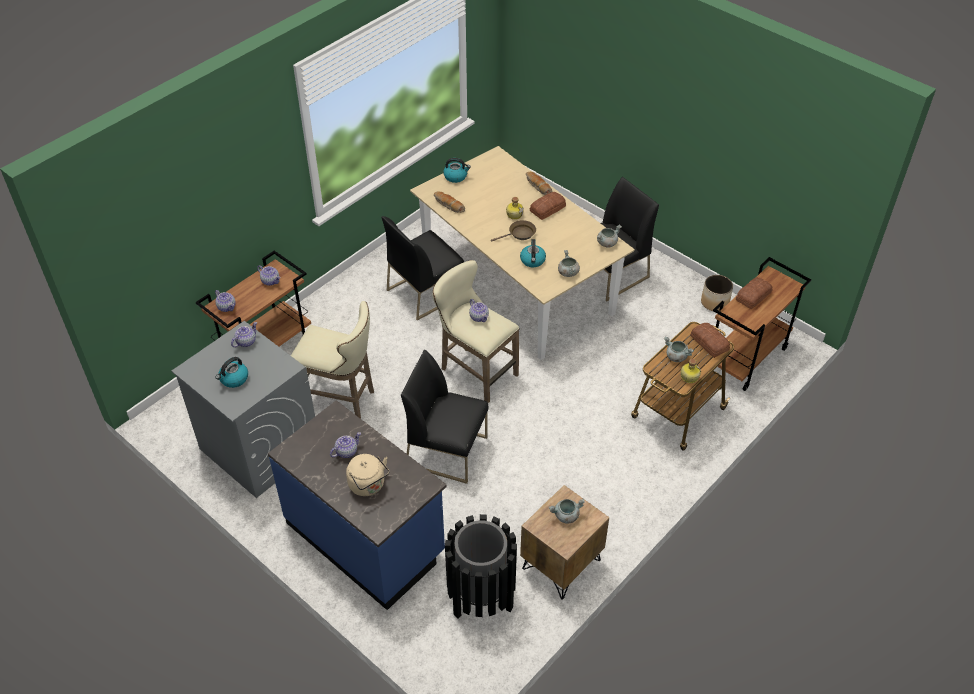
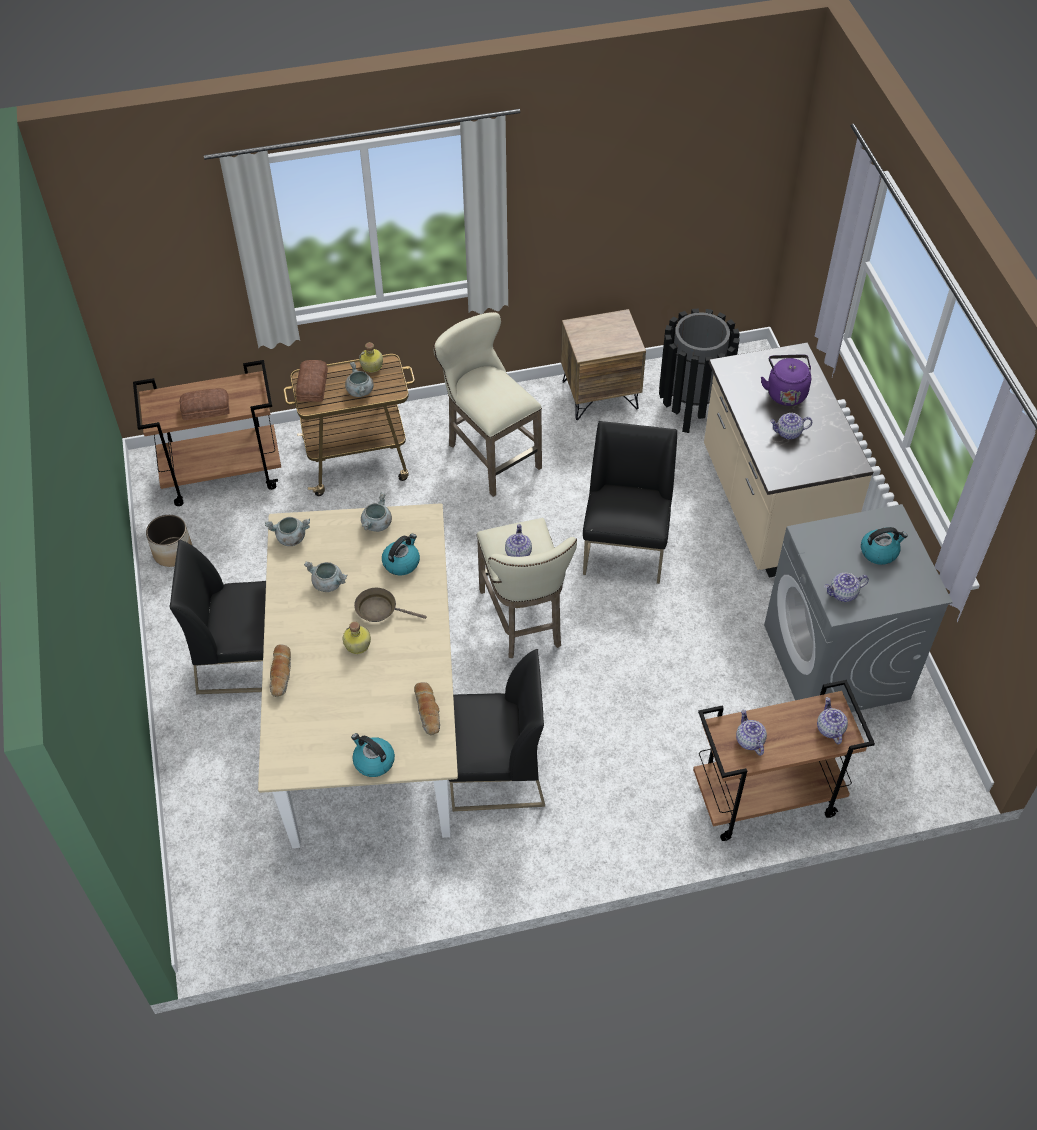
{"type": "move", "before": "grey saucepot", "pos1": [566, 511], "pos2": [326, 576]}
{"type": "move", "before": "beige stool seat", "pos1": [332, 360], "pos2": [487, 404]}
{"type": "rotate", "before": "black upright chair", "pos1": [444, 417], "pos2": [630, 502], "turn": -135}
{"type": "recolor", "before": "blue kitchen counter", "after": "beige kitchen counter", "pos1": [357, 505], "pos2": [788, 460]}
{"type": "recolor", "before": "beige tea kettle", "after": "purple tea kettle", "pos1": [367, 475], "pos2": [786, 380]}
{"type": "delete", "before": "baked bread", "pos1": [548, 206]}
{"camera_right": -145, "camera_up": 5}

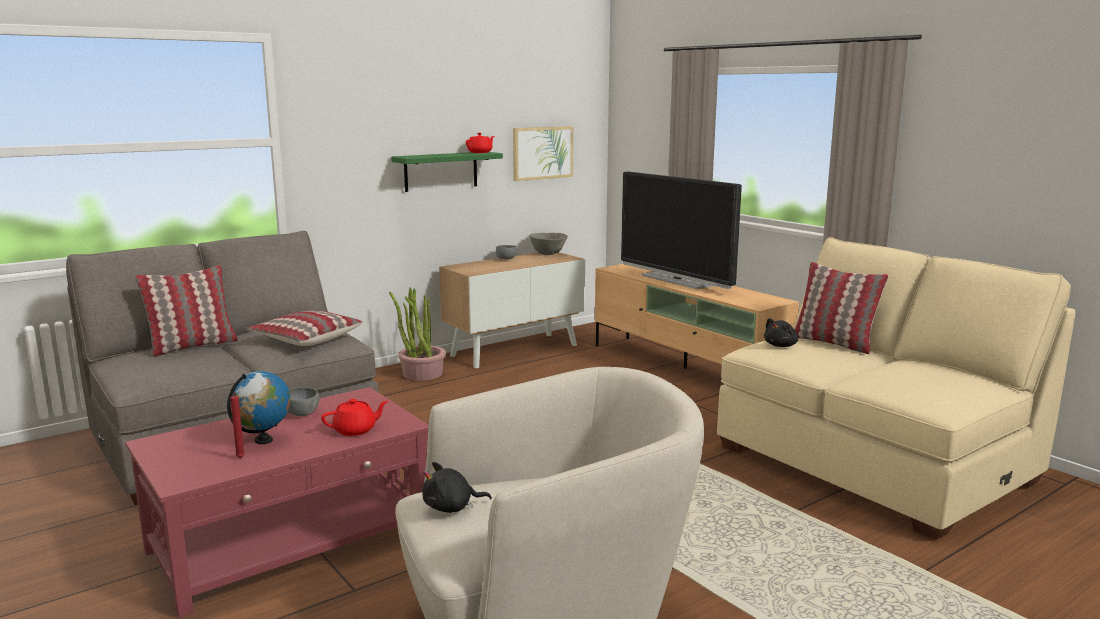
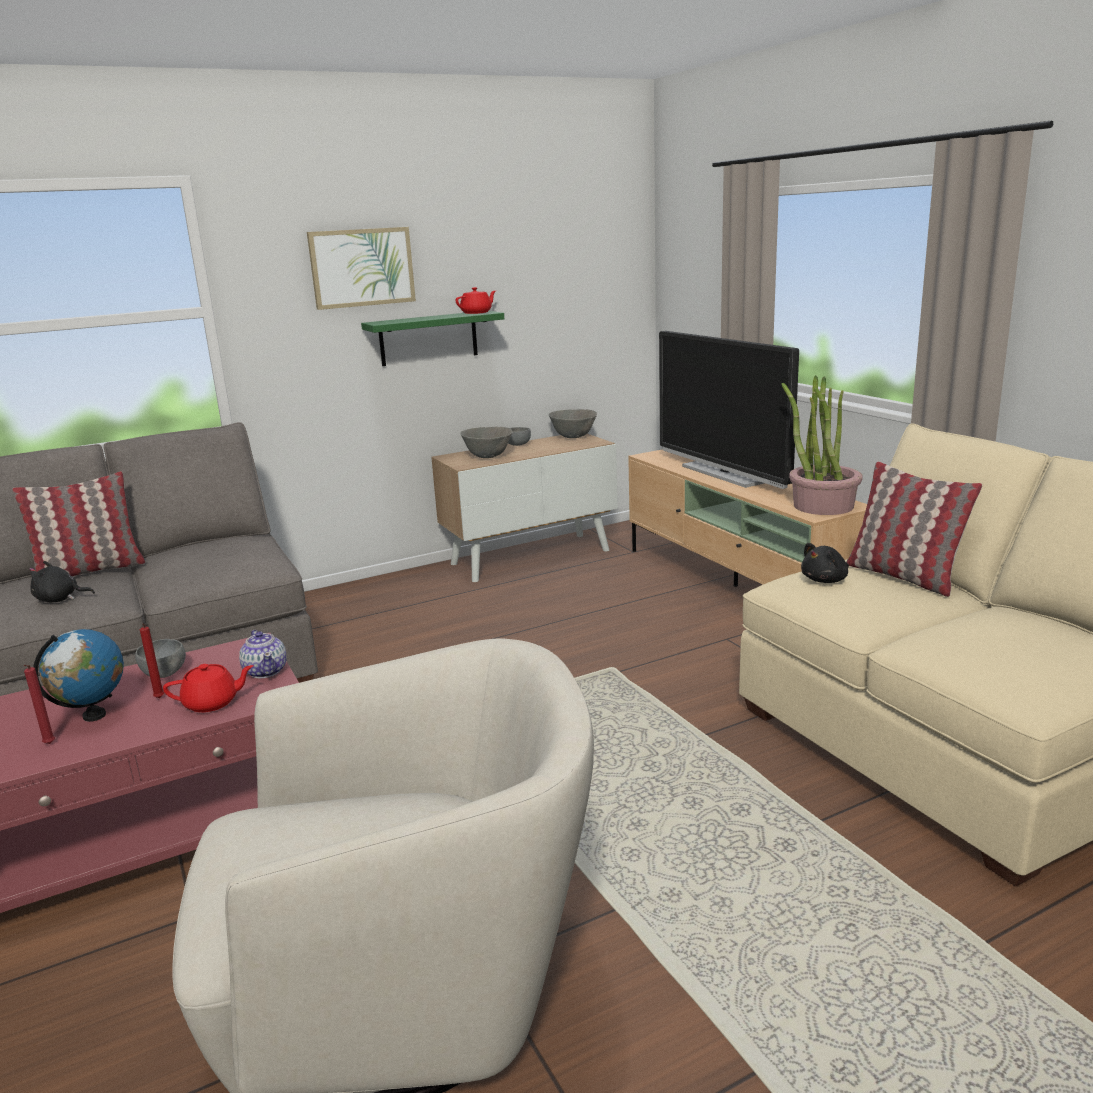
{"type": "move", "before": "black soft toy", "pos1": [457, 487], "pos2": [62, 581]}
{"type": "insert", "after": "reddish wax candle", "pos2": [152, 660]}
{"type": "insert", "after": "tea pot", "pos2": [263, 654]}
{"type": "move", "before": "wall art", "pos1": [543, 153], "pos2": [361, 268]}
{"type": "insert", "after": "grey bowl", "pos2": [486, 442]}
{"type": "move", "before": "potted plant", "pos1": [417, 334], "pos2": [822, 445]}
{"type": "delete", "before": "cushion", "pos1": [304, 328]}
{"camera_right": 10, "camera_up": 5}

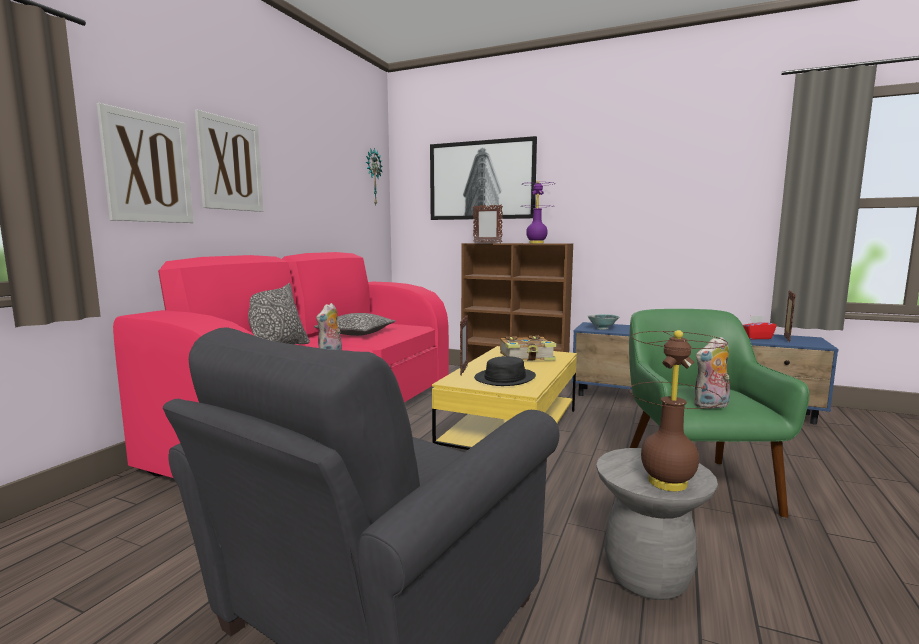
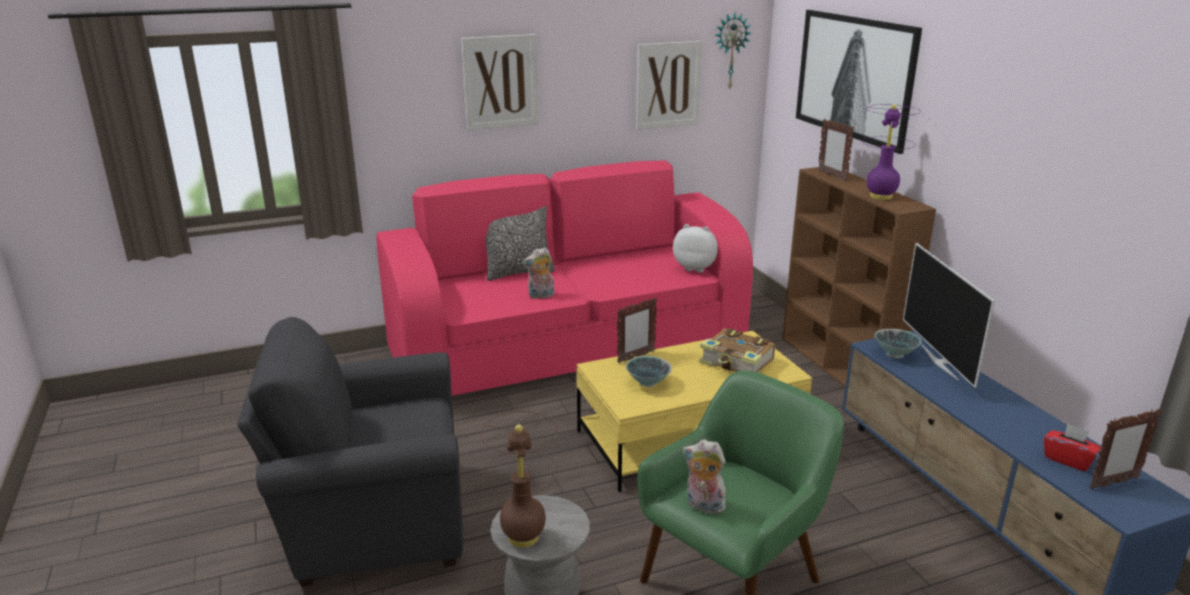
{"type": "replace", "before": "black wearable hat", "after": "bowl", "pos1": [505, 371], "pos2": [649, 371]}
{"type": "move", "before": "wall art", "pos1": [145, 163], "pos2": [669, 85]}
{"type": "insert", "after": "soft toy", "pos2": [695, 248]}
{"type": "insert", "after": "television", "pos2": [949, 315]}
{"type": "delete", "before": "cushion", "pos1": [355, 324]}
{"camera_right": 45, "camera_up": 15}

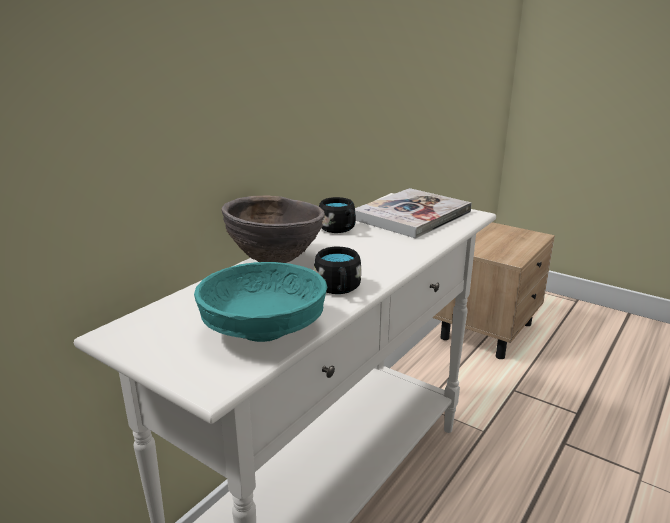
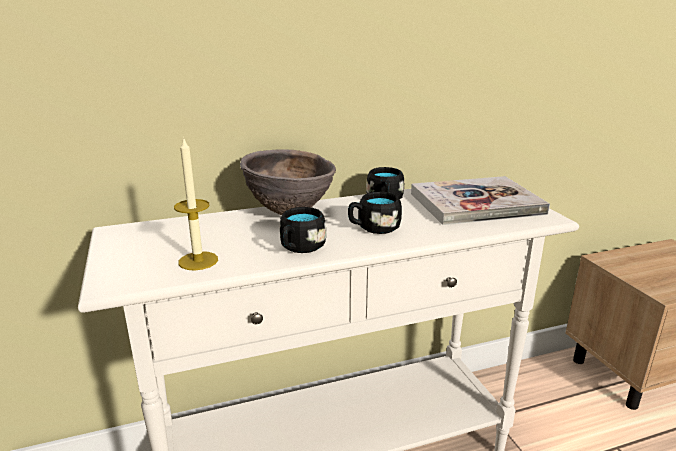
{"type": "replace", "before": "turquoise bowl", "after": "wax candle", "pos1": [260, 302], "pos2": [196, 203]}
{"type": "insert", "after": "black coffee mug", "pos2": [375, 213]}
{"camera_right": 35, "camera_up": 0}

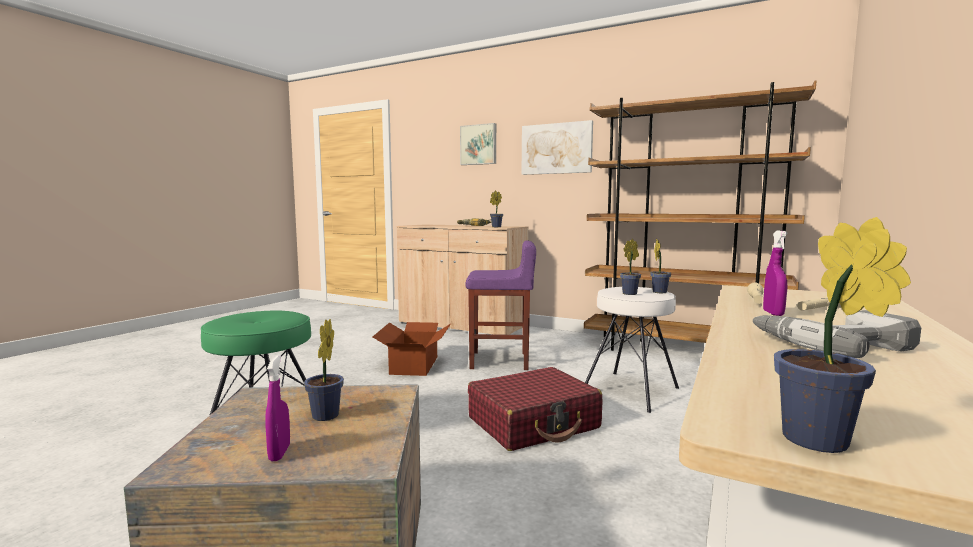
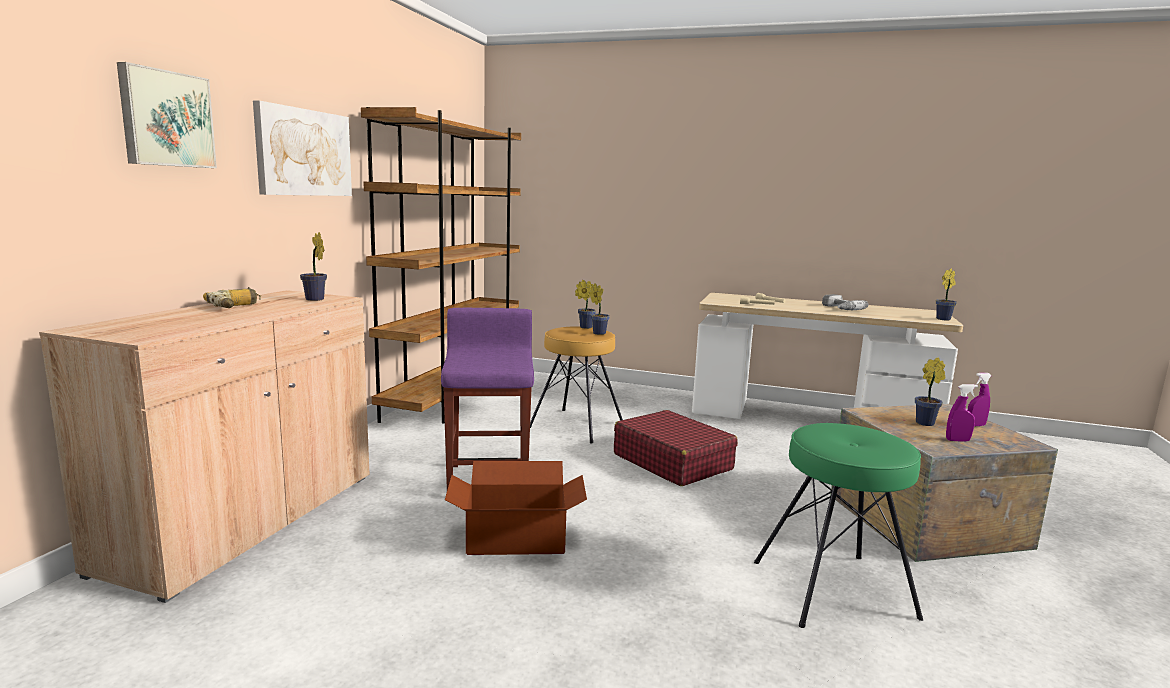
{"type": "recolor", "before": "white-coloured stool seat", "after": "brown-coloured stool seat", "pos1": [632, 350], "pos2": [576, 385]}
{"type": "move", "before": "purple spray bottle", "pos1": [775, 273], "pos2": [962, 413]}
{"camera_right": -100, "camera_up": 5}

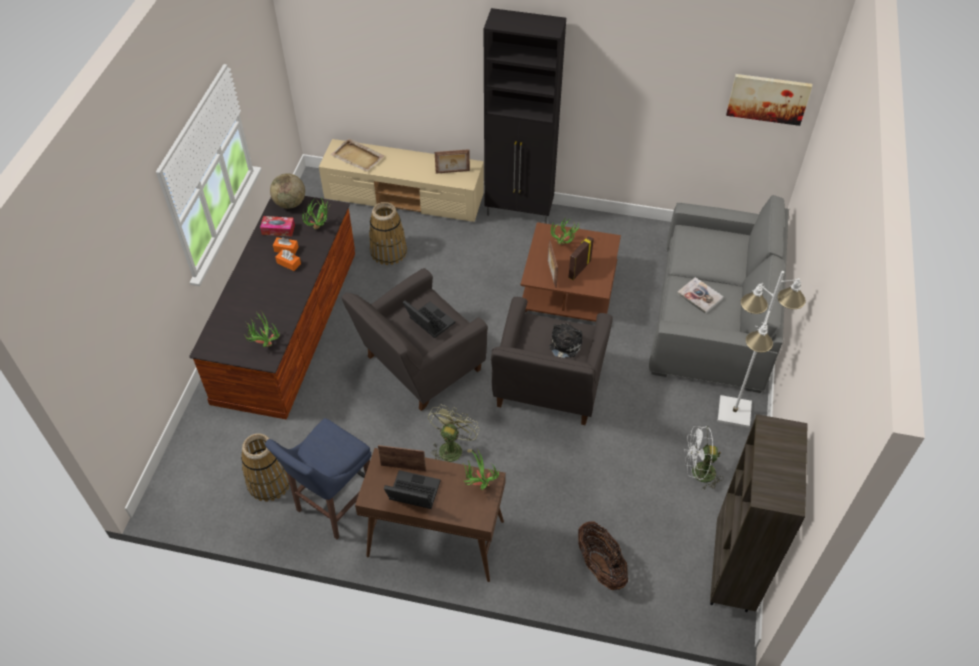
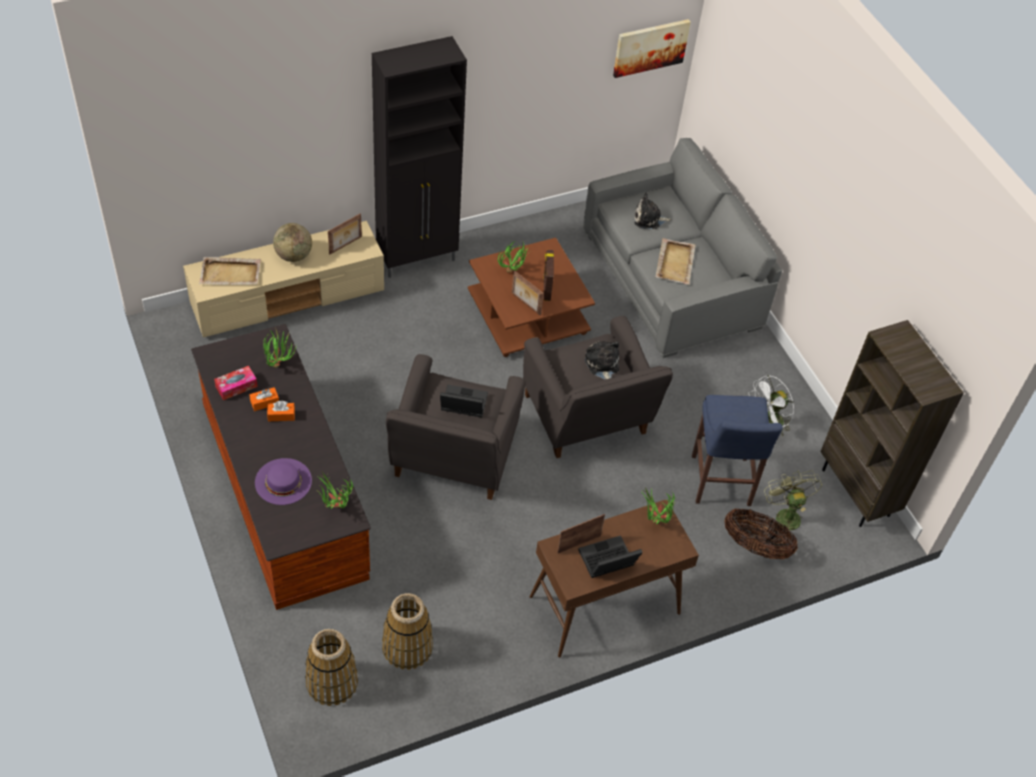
{"type": "insert", "after": "purple wearable hat", "pos2": [283, 481]}
{"type": "move", "before": "globe", "pos1": [287, 191], "pos2": [292, 242]}
{"type": "move", "before": "basket", "pos1": [388, 233], "pos2": [331, 667]}
{"type": "insert", "after": "soft toy", "pos2": [653, 210]}
{"type": "replace", "before": "bound book", "after": "beige carrying tray", "pos1": [700, 295], "pos2": [675, 261]}
{"type": "move", "before": "blue stool seat", "pos1": [318, 478], "pos2": [737, 450]}
{"type": "move", "before": "green-coloured cooling fan", "pos1": [453, 433], "pos2": [793, 500]}
{"type": "delete", "before": "white-coloured standing lamp", "pos1": [761, 349]}
{"camera_right": -40, "camera_up": 0}

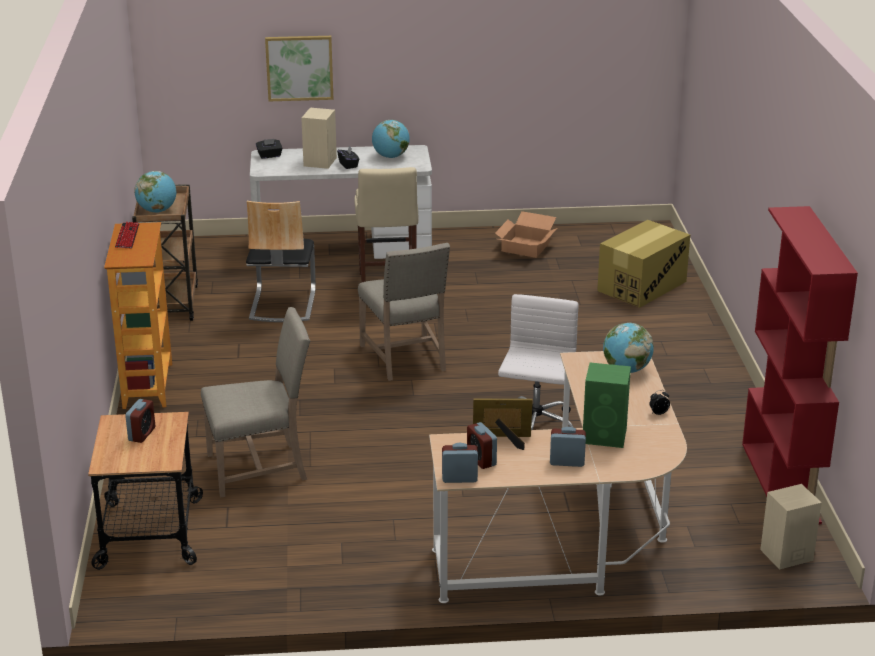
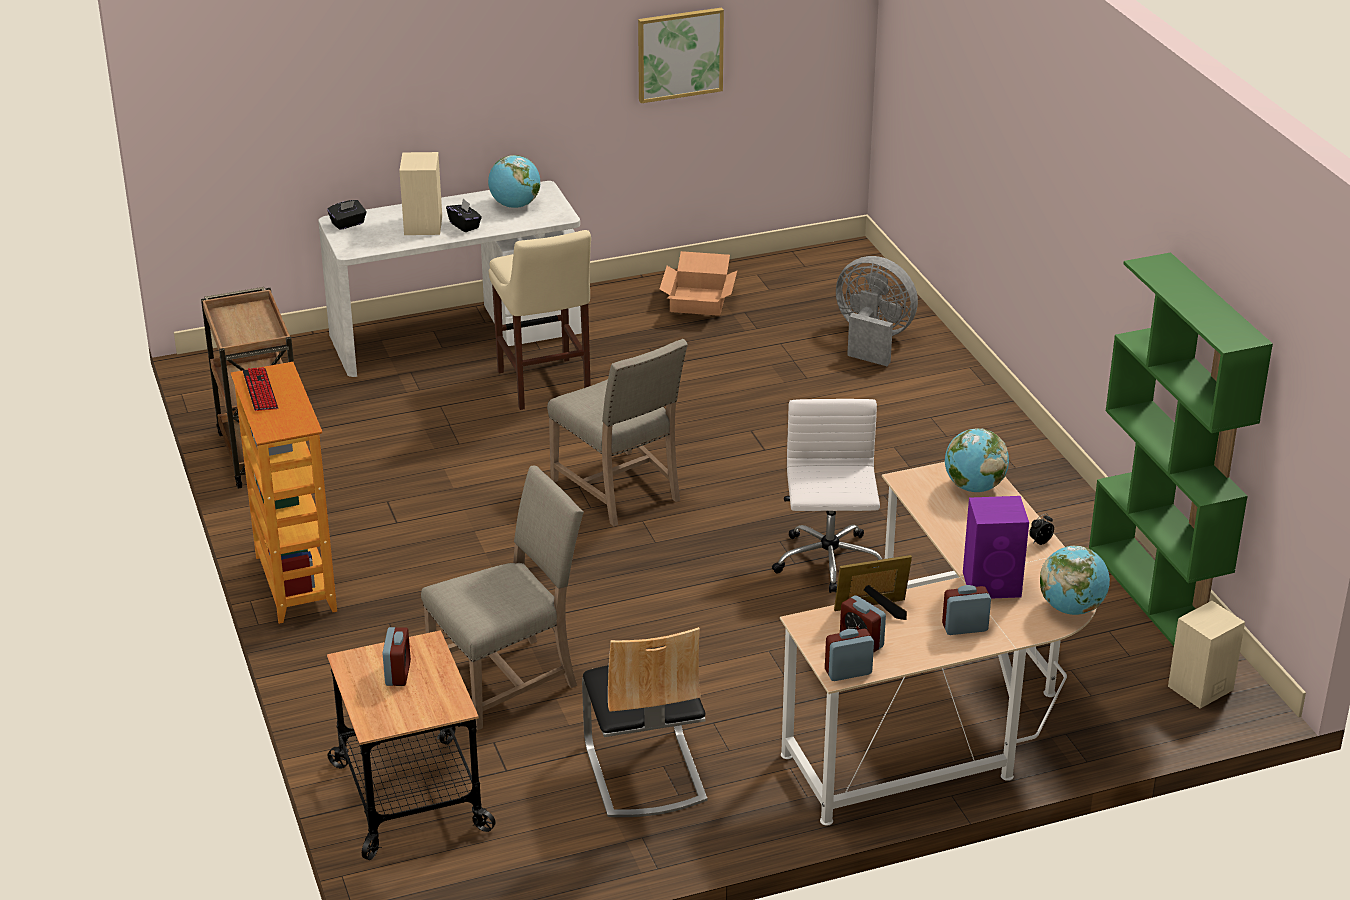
{"type": "move", "before": "upright chair", "pos1": [281, 261], "pos2": [644, 722]}
{"type": "move", "before": "wall art", "pos1": [299, 68], "pos2": [681, 55]}
{"type": "replace", "before": "cardboard box", "after": "grey cooling fan", "pos1": [643, 264], "pos2": [877, 311]}
{"type": "recolor", "before": "green-coloured speaker", "after": "purple speaker", "pos1": [607, 405], "pos2": [996, 547]}
{"type": "move", "before": "globe", "pos1": [155, 192], "pos2": [1075, 580]}
{"type": "recolor", "before": "reddish bookshelf", "after": "green-coloured bookshelf", "pos1": [800, 365], "pos2": [1181, 449]}
{"camera_right": -15, "camera_up": 5}

